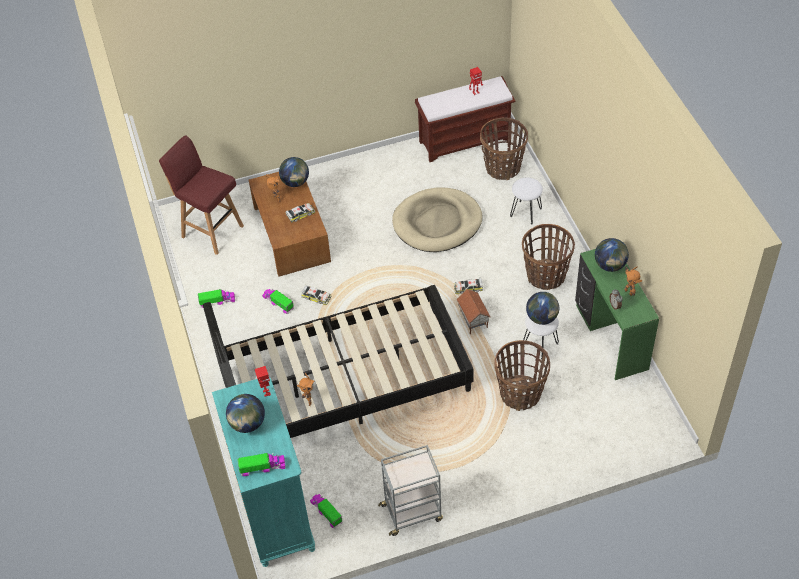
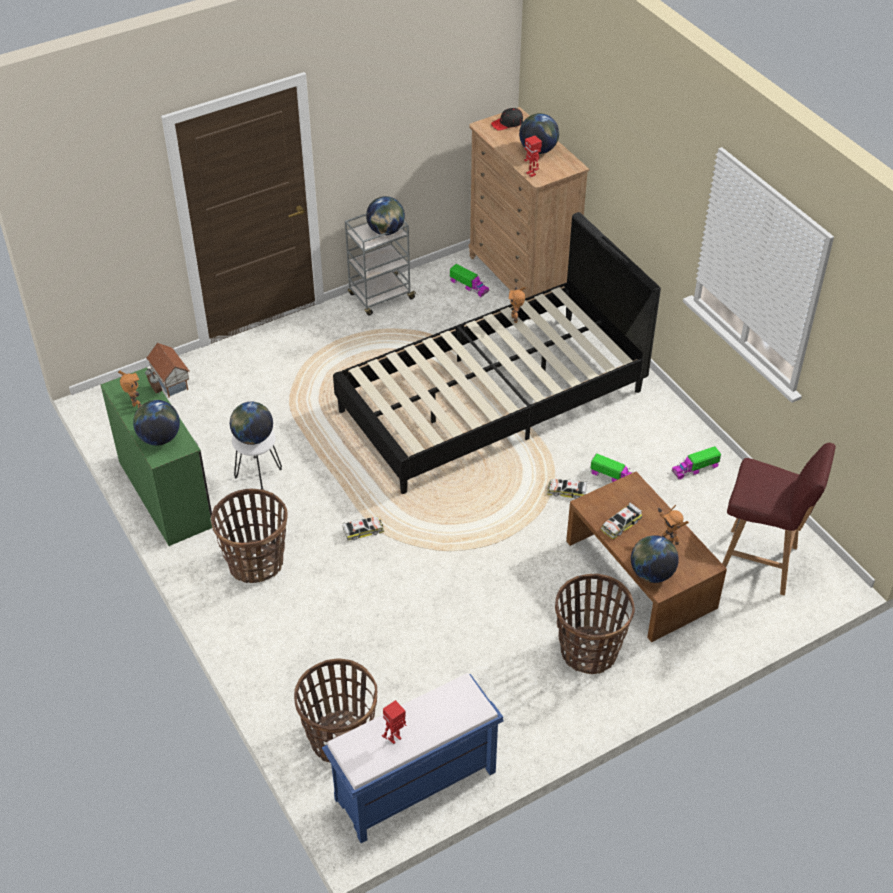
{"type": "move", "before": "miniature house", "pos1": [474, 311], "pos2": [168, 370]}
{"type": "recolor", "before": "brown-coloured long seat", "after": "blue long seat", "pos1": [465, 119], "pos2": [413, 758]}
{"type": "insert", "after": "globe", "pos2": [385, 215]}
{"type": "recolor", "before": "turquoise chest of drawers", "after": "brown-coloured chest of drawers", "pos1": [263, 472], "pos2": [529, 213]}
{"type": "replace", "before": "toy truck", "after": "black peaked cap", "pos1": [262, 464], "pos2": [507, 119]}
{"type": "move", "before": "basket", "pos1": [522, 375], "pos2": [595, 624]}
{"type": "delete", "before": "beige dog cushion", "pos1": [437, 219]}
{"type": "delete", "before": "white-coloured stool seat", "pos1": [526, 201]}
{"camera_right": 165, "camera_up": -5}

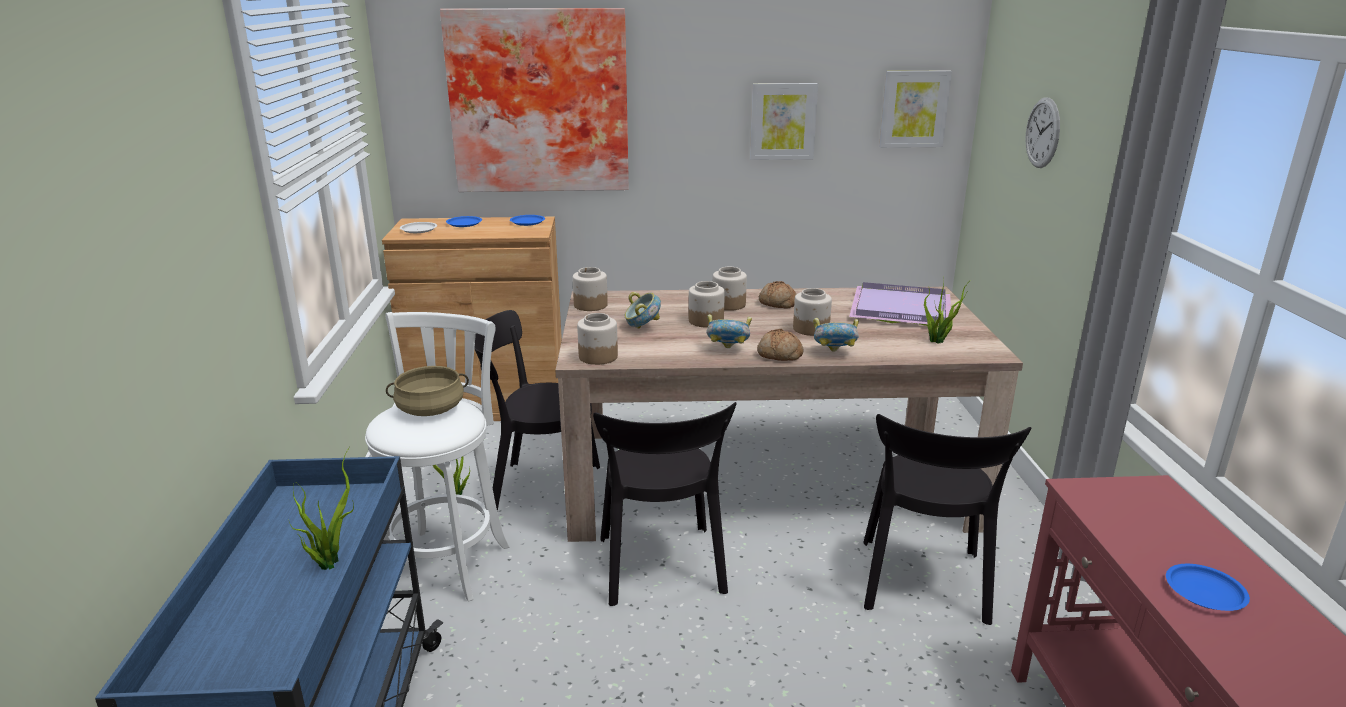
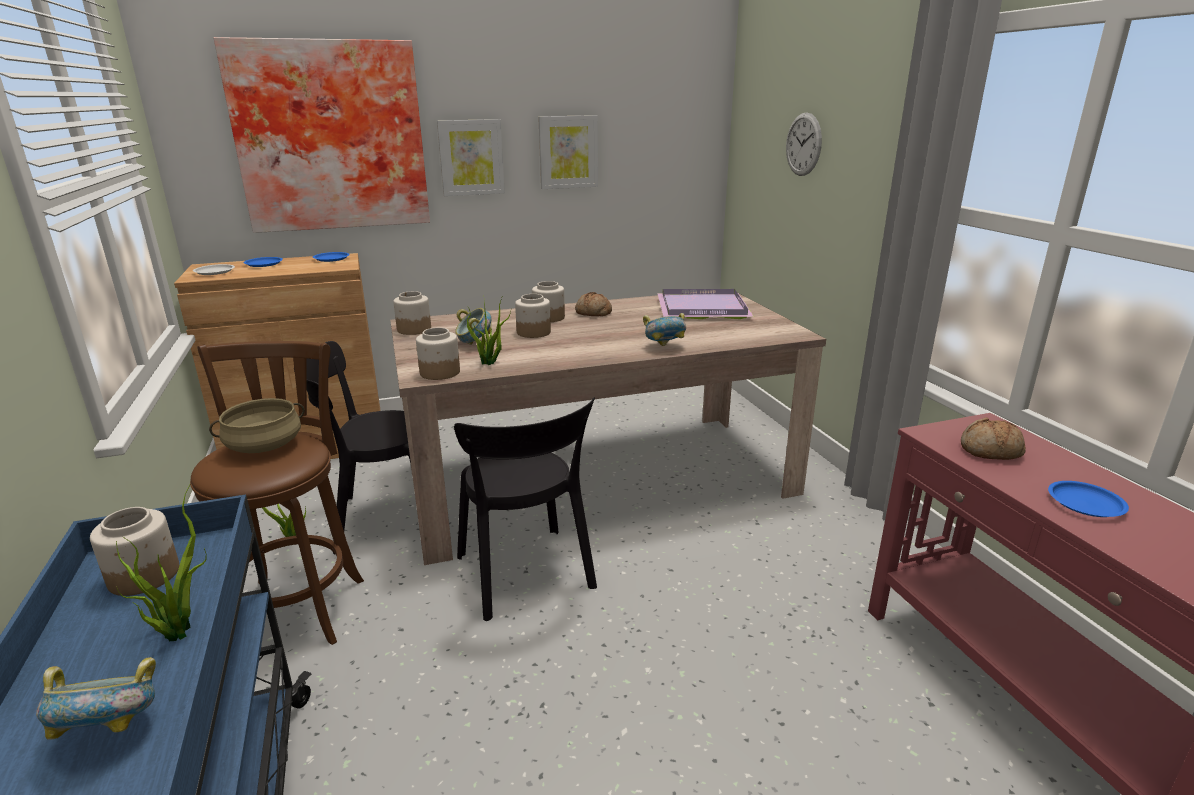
{"type": "move", "before": "bowl", "pos1": [729, 331], "pos2": [96, 698]}
{"type": "move", "before": "preserve jar", "pos1": [812, 312], "pos2": [134, 551]}
{"type": "recolor", "before": "white-coloured stool seat", "after": "brown-coloured stool seat", "pos1": [437, 457], "pos2": [277, 493]}
{"type": "move", "before": "wall art", "pos1": [915, 109], "pos2": [471, 157]}
{"type": "move", "before": "potted plant", "pos1": [946, 311], "pos2": [488, 331]}
{"type": "move", "before": "baked bread", "pos1": [780, 345], "pos2": [993, 438]}
{"type": "delete", "before": "black upright chair", "pos1": [947, 519]}
{"camera_right": -15, "camera_up": 0}

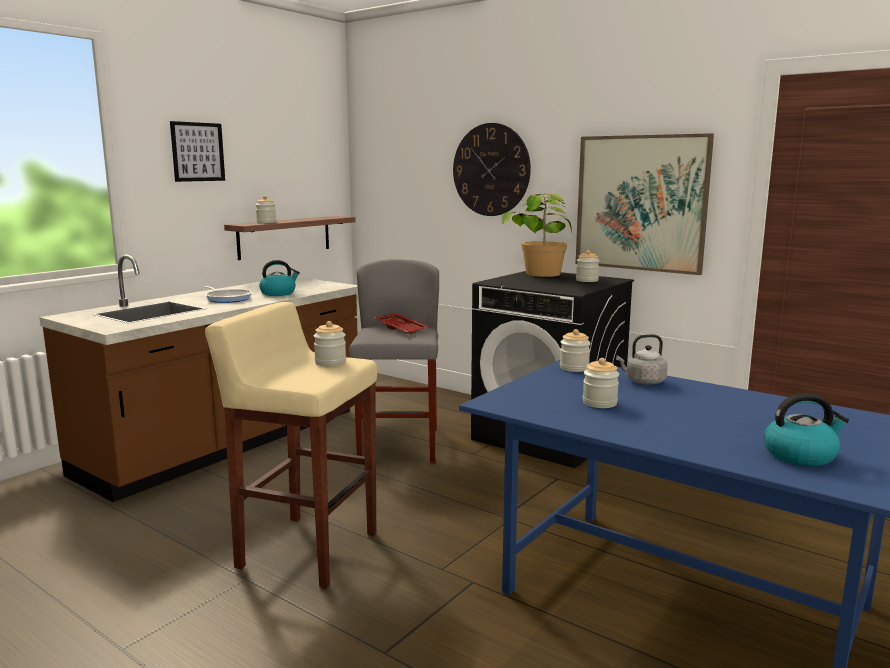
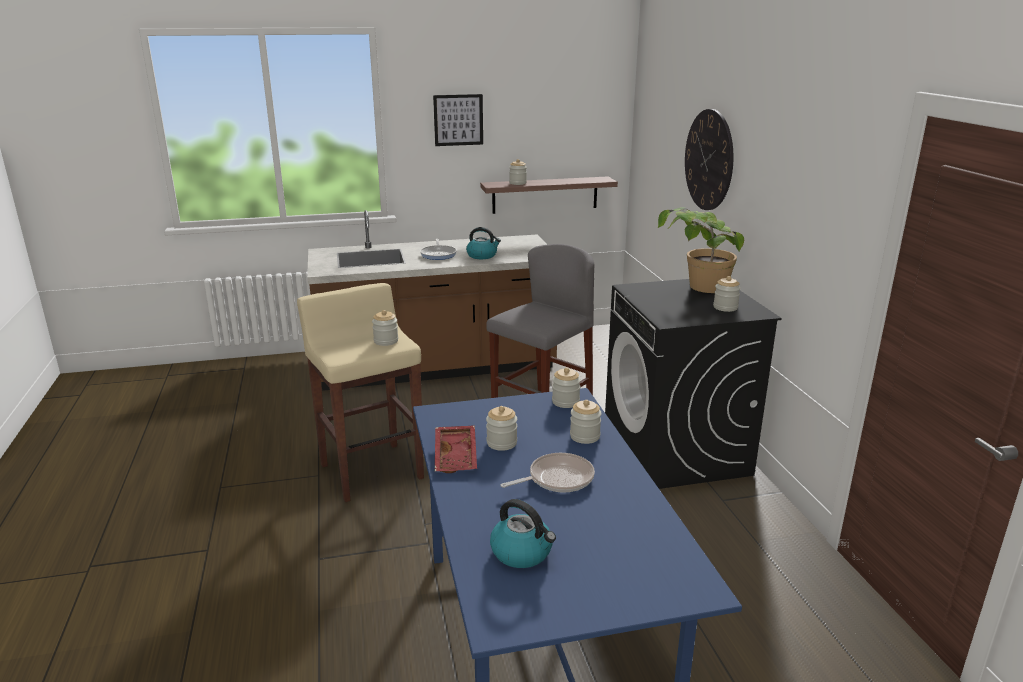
{"type": "move", "before": "reddish carrying tray", "pos1": [402, 323], "pos2": [456, 449]}
{"type": "insert", "after": "pan", "pos2": [547, 472]}
{"type": "replace", "before": "grey tea kettle", "after": "preserve jar", "pos1": [642, 359], "pos2": [586, 422]}
{"type": "delete", "before": "wall art", "pos1": [644, 204]}
{"camera_right": 40, "camera_up": 10}

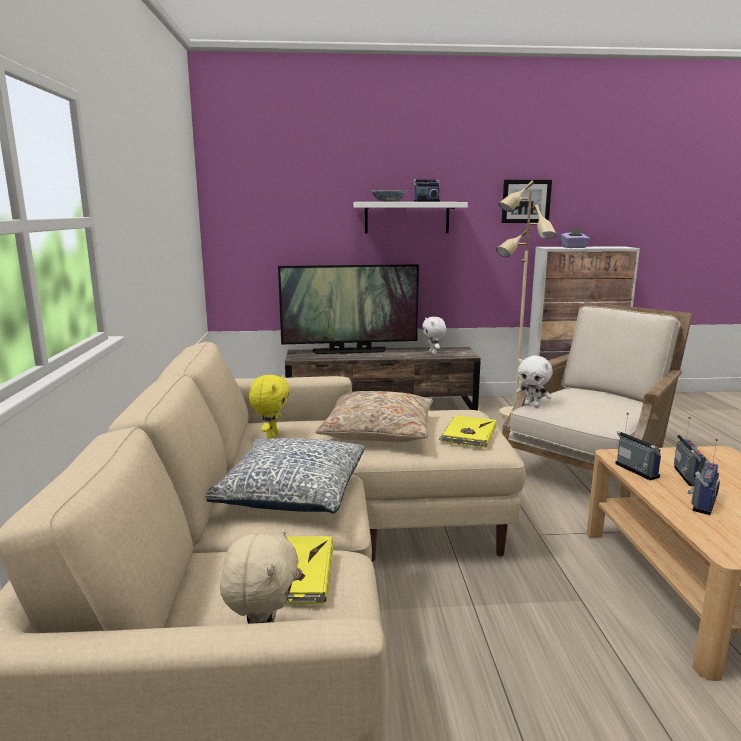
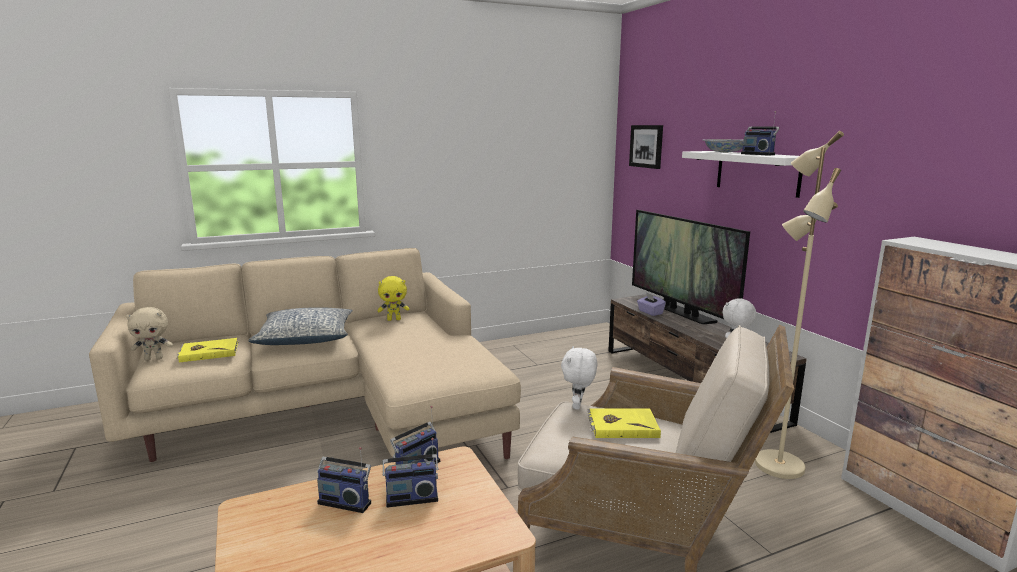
{"type": "move", "before": "yellowish bound book", "pos1": [467, 431], "pos2": [624, 423]}
{"type": "move", "before": "wall art", "pos1": [526, 201], "pos2": [646, 147]}
{"type": "move", "before": "purple box of tissues", "pos1": [575, 238], "pos2": [651, 304]}
{"type": "delete", "before": "beige cushion", "pos1": [374, 416]}
{"camera_right": 70, "camera_up": 0}

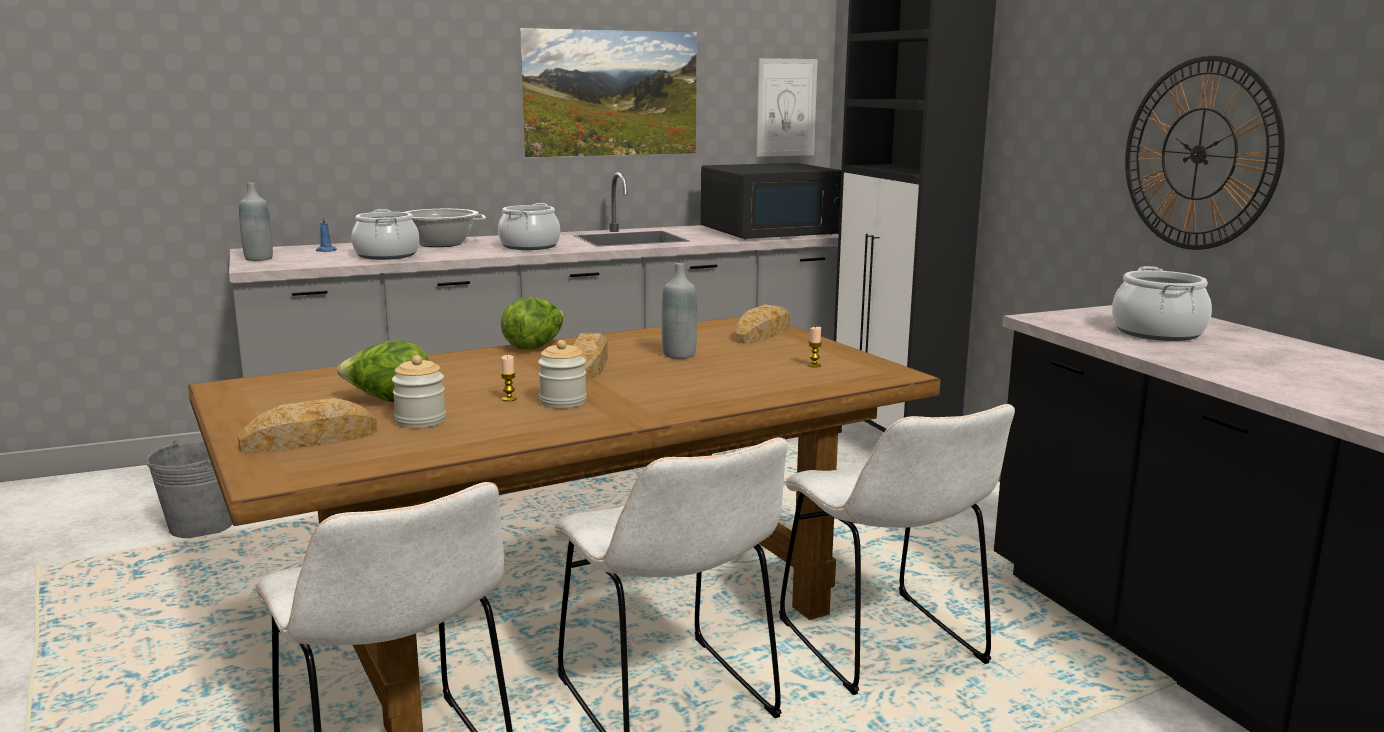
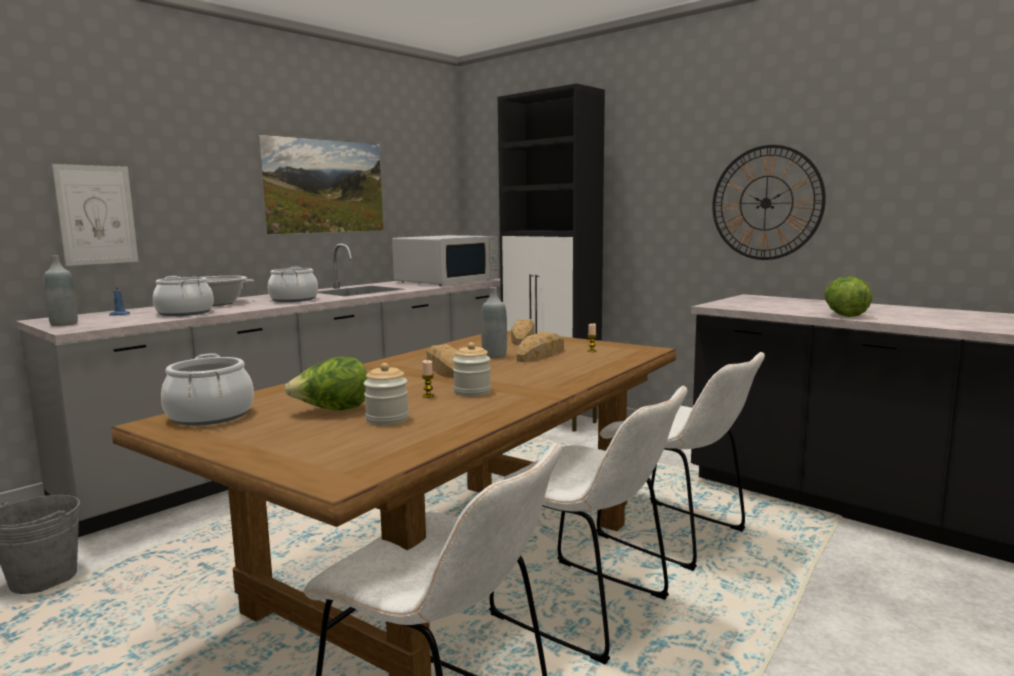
{"type": "move", "before": "wall art", "pos1": [787, 107], "pos2": [95, 215]}
{"type": "move", "before": "saucepot", "pos1": [1162, 303], "pos2": [207, 389]}
{"type": "recolor", "before": "black kitchen microwave", "after": "white-coloured kitchen microwave", "pos1": [771, 201], "pos2": [445, 260]}
{"type": "move", "before": "baked bread", "pos1": [307, 425], "pos2": [540, 347]}
{"type": "move", "before": "lettuce head", "pos1": [532, 323], "pos2": [848, 296]}
{"camera_right": -25, "camera_up": -5}

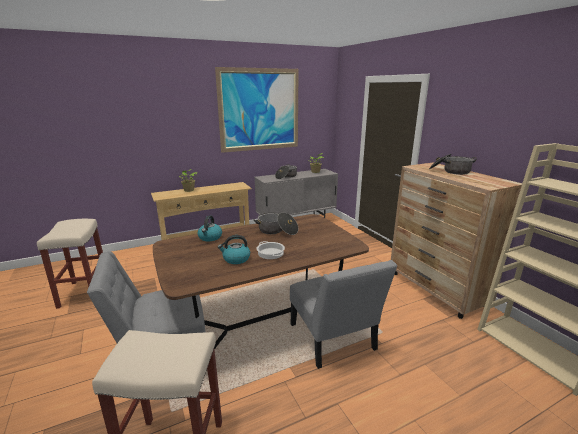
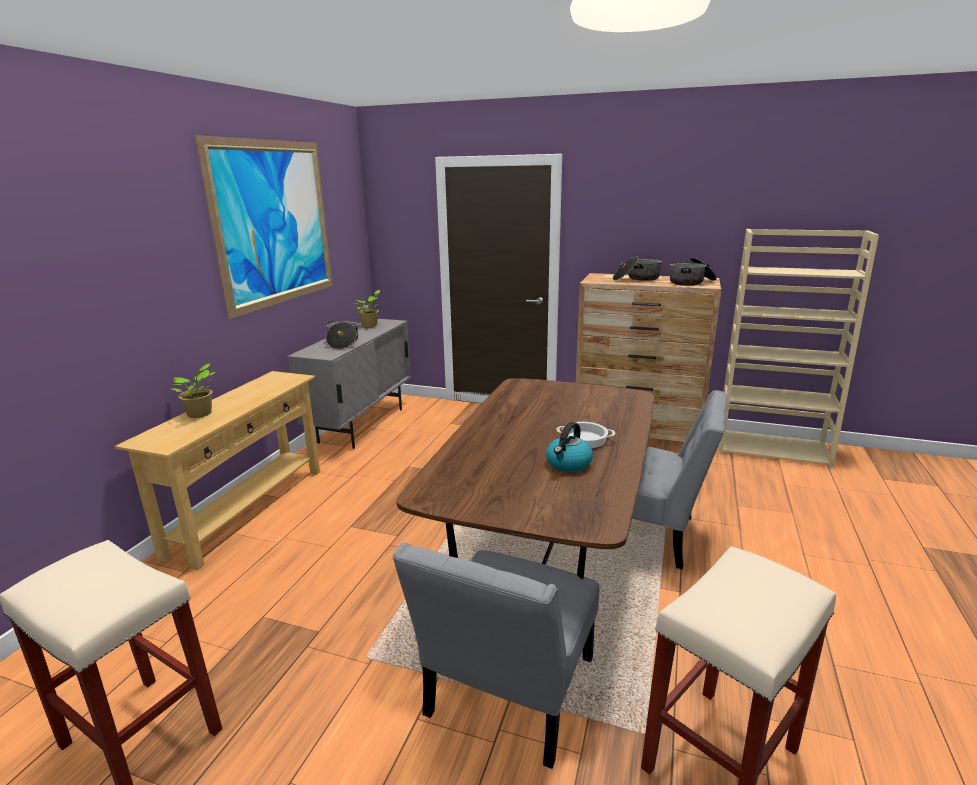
{"type": "move", "before": "saucepot", "pos1": [275, 223], "pos2": [693, 272]}
{"type": "delete", "before": "tea kettle", "pos1": [210, 228]}
{"camera_right": -45, "camera_up": 0}

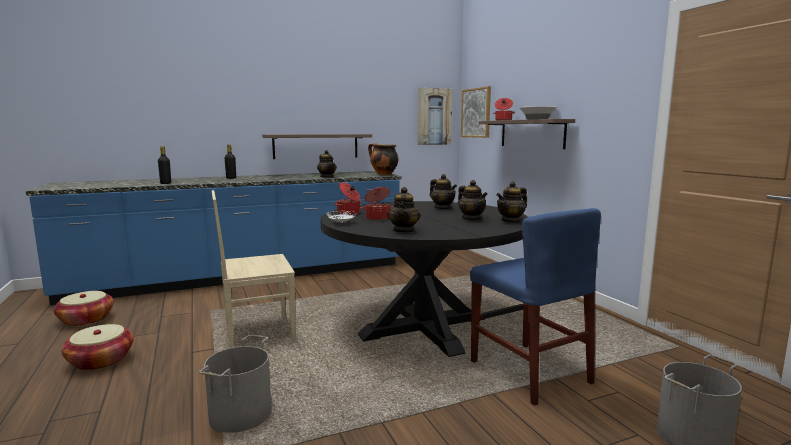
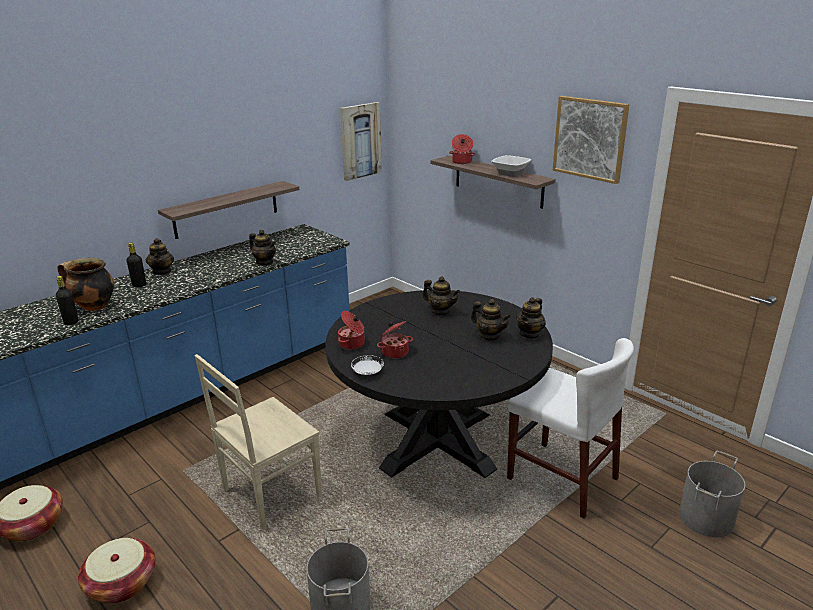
{"type": "move", "before": "saucepot", "pos1": [383, 159], "pos2": [85, 284]}
{"type": "move", "before": "tea pot", "pos1": [404, 210], "pos2": [160, 256]}
{"type": "recolor", "before": "blue upright chair", "after": "white-coloured upright chair", "pos1": [535, 307], "pos2": [570, 428]}
{"type": "move", "before": "wall art", "pos1": [476, 112], "pos2": [591, 140]}
{"camera_right": -20, "camera_up": 15}

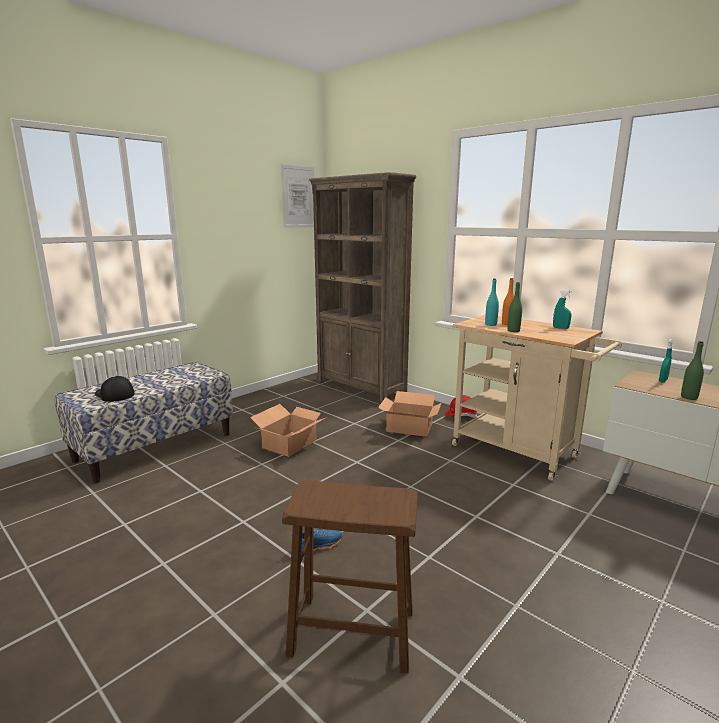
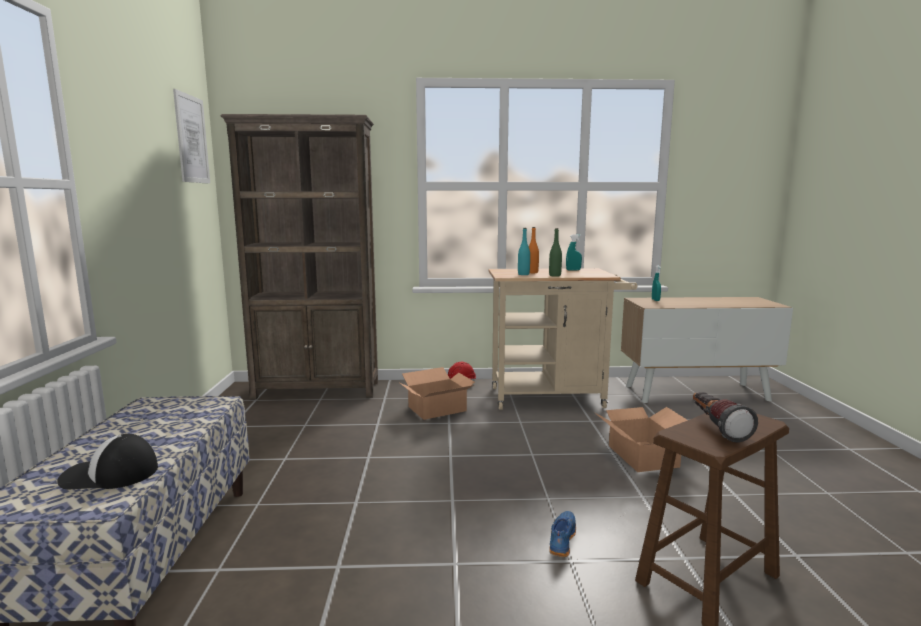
{"type": "move", "before": "cardboard box", "pos1": [288, 430], "pos2": [641, 439]}
{"type": "insert", "after": "flashlight", "pos2": [725, 417]}
{"type": "delete", "before": "green-coloured bottle", "pos1": [692, 370]}
{"camera_right": -45, "camera_up": -5}

